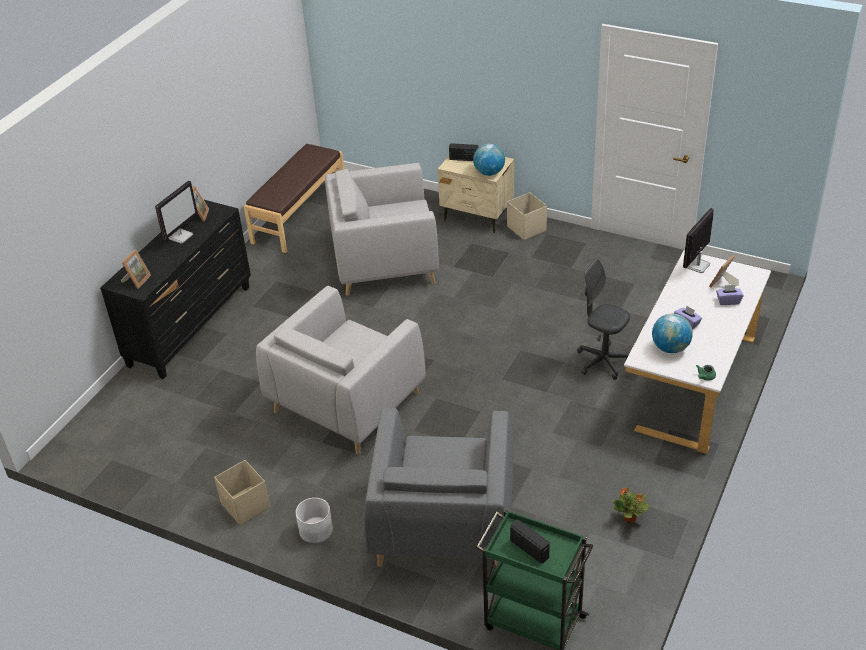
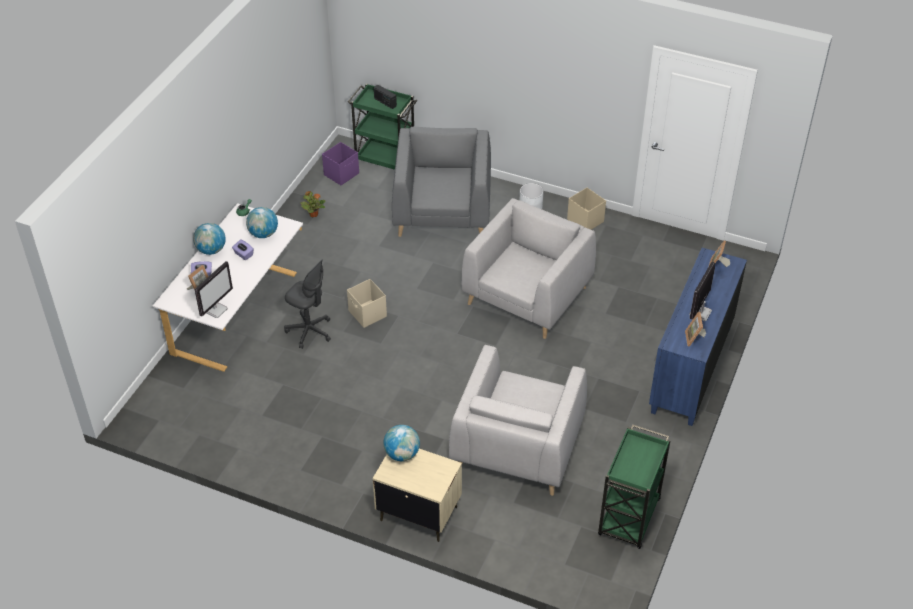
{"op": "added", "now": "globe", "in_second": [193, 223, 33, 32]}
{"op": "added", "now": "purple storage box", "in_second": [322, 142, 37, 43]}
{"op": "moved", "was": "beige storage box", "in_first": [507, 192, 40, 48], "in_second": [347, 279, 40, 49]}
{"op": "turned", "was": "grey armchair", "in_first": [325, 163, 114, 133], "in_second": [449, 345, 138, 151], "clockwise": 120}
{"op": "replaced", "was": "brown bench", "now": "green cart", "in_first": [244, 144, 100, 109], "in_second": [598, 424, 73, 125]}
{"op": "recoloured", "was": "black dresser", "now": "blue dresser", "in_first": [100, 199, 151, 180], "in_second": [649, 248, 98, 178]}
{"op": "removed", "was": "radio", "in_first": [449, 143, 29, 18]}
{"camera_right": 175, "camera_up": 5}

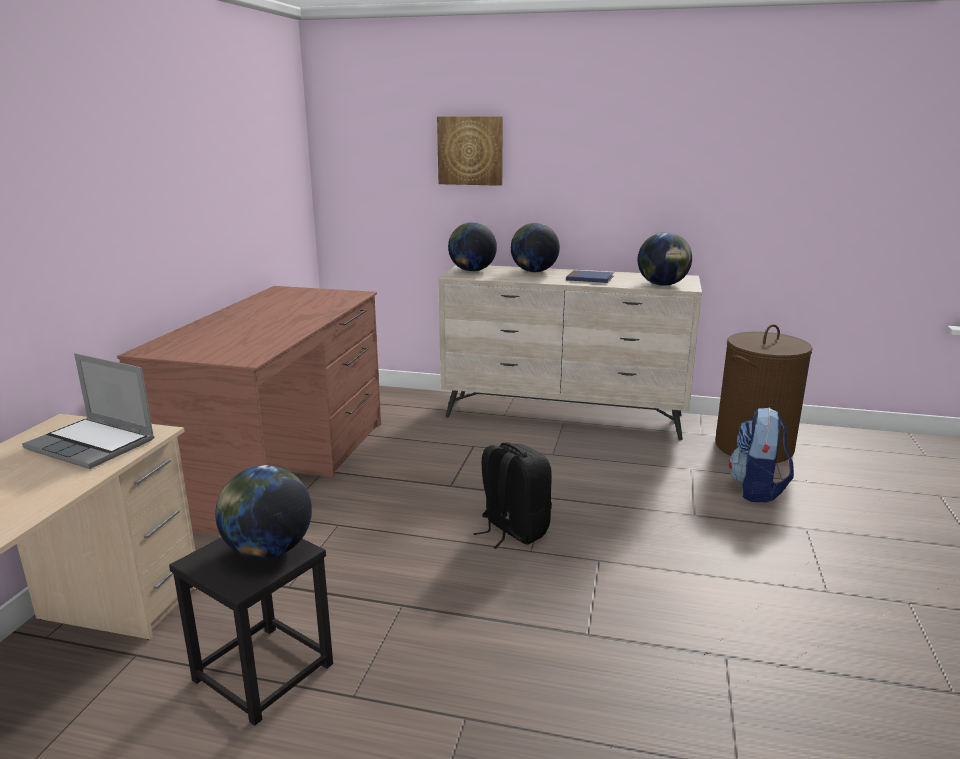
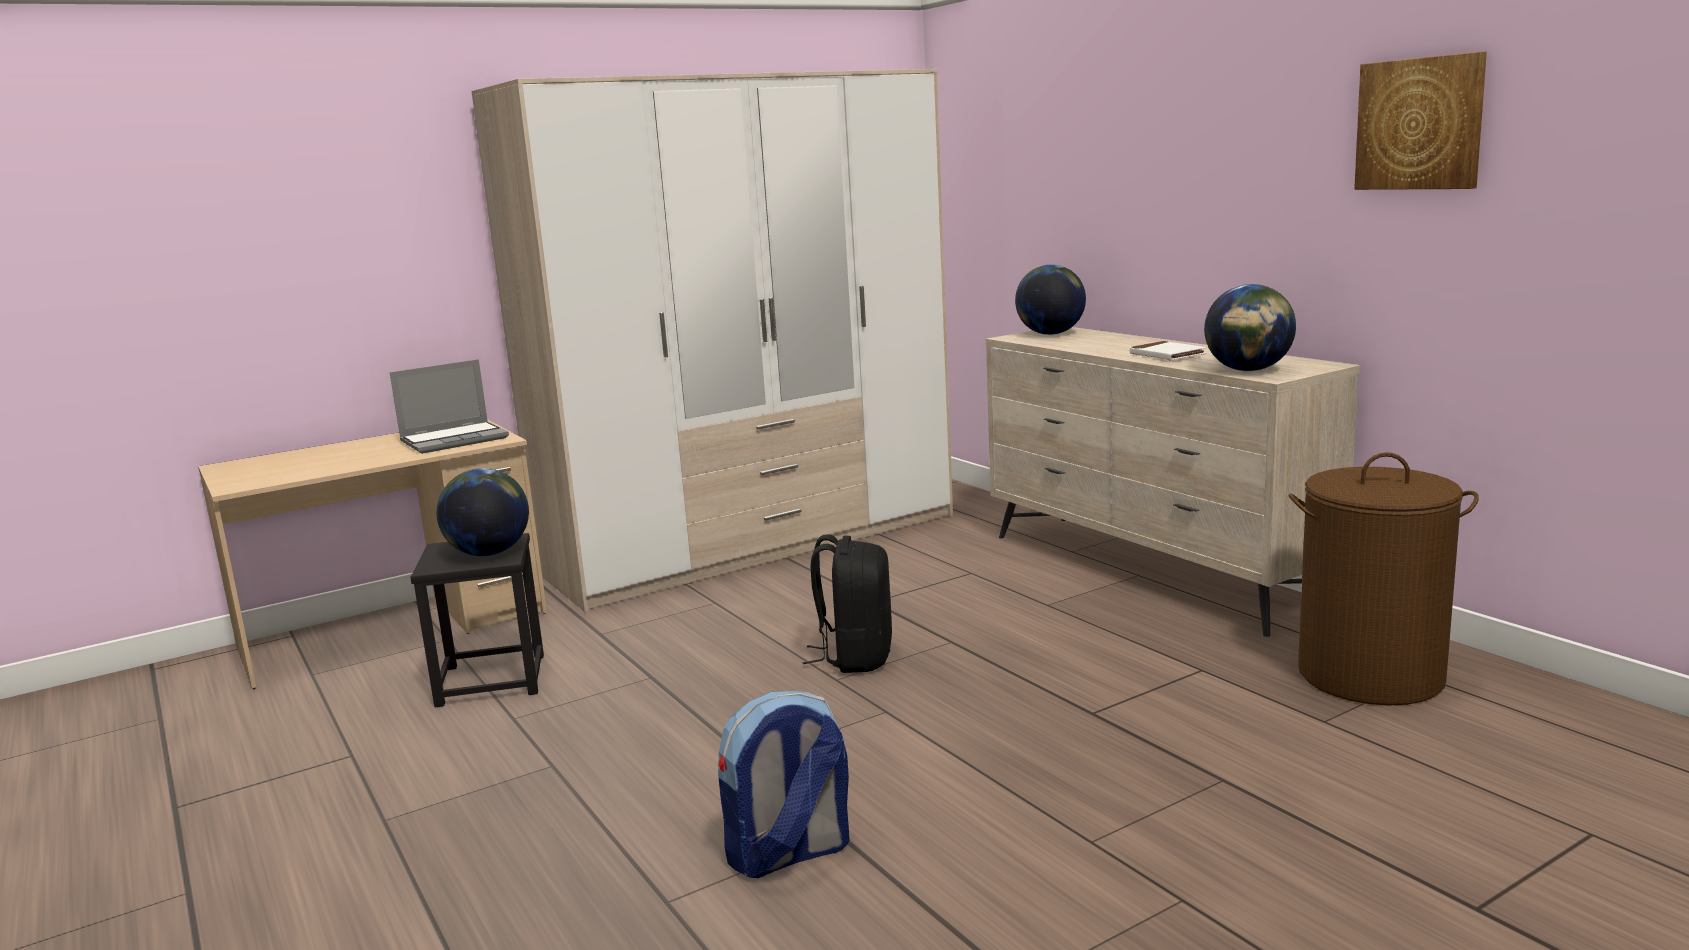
{"op": "turned", "was": "laptop", "in_first": [22, 353, 132, 116], "in_second": [389, 359, 120, 95], "clockwise": -105}
{"op": "replaced", "was": "brown desk", "now": "wardrobe", "in_first": [117, 286, 264, 249], "in_second": [471, 69, 482, 543]}
{"op": "moved", "was": "backpack", "in_first": [729, 408, 65, 95], "in_second": [718, 691, 132, 187]}
{"op": "recoloured", "was": "blue book", "now": "white book", "in_first": [566, 270, 48, 13], "in_second": [1130, 341, 76, 19]}
{"op": "moved", "was": "picture", "in_first": [437, 116, 66, 70], "in_second": [1354, 52, 133, 138]}
{"op": "removed", "was": "globe", "in_first": [511, 223, 49, 49]}
{"camera_right": 45, "camera_up": -5}

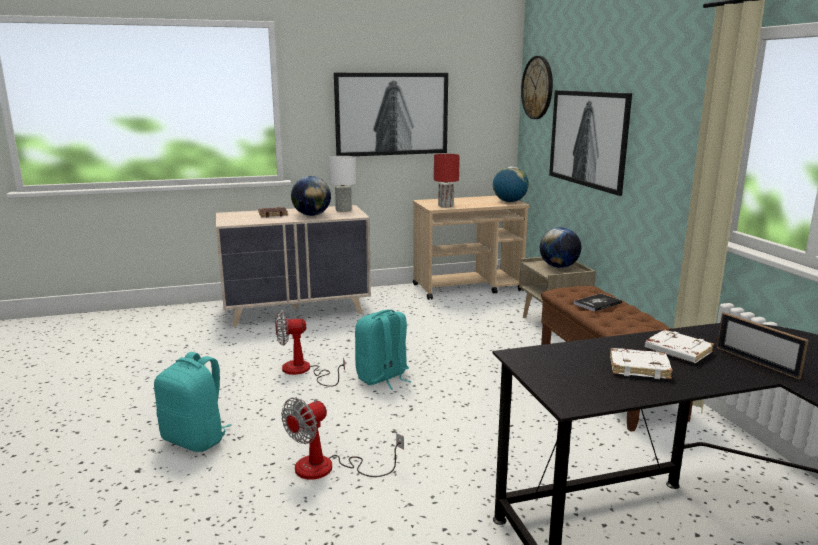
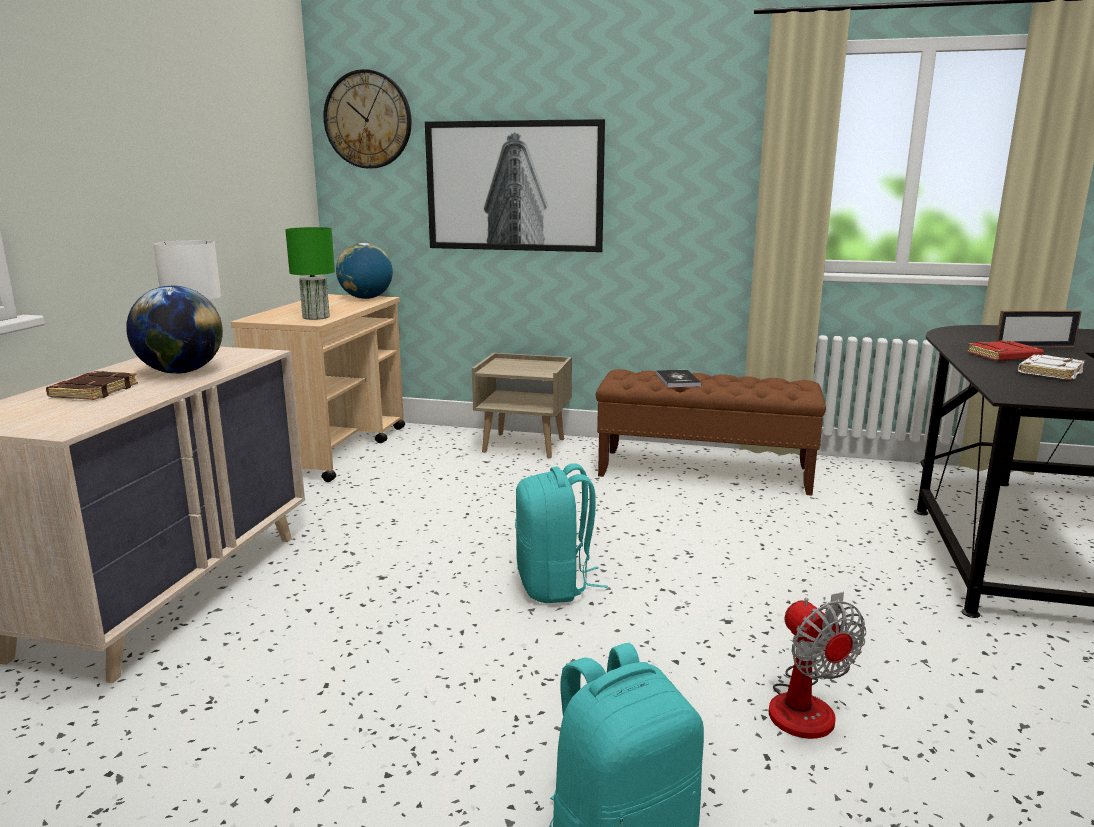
{"op": "recoloured", "was": "red table lamp", "now": "green table lamp", "in_first": [434, 154, 26, 54], "in_second": [285, 227, 50, 93]}
{"op": "recoloured", "was": "white book", "now": "red book", "in_first": [645, 330, 69, 33], "in_second": [967, 340, 77, 21]}
{"op": "removed", "was": "fan", "in_first": [275, 310, 70, 77]}
{"op": "removed", "was": "picture", "in_first": [334, 73, 114, 83]}
{"op": "removed", "was": "globe", "in_first": [540, 227, 41, 41]}
{"camera_right": -60, "camera_up": 0}

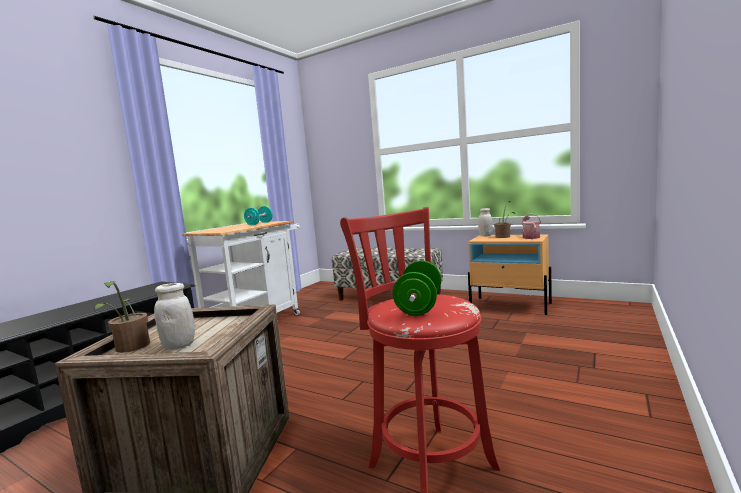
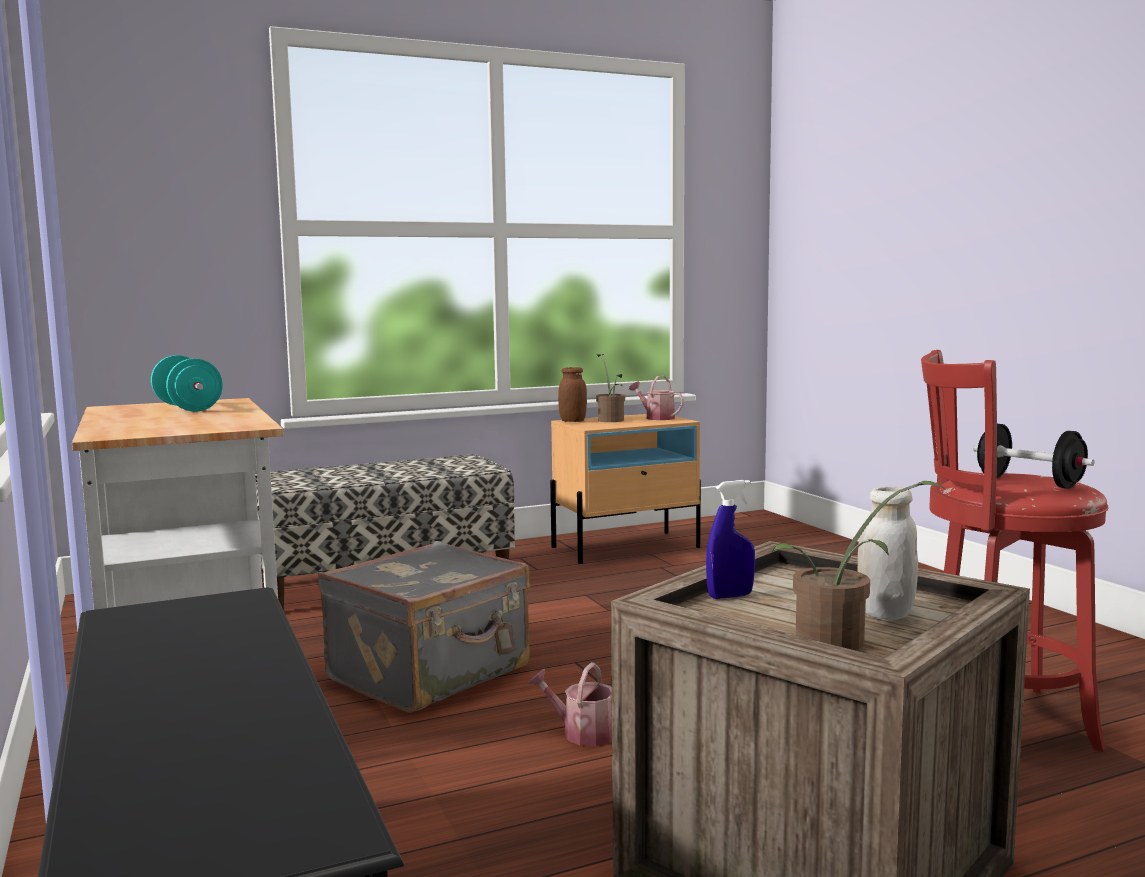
{"op": "added", "now": "grey suitcase", "in_second": [318, 541, 212, 172]}
{"op": "added", "now": "watering can", "in_second": [527, 662, 85, 84]}
{"op": "recoloured", "was": "white jar", "now": "brown jar", "in_first": [478, 208, 15, 28], "in_second": [558, 367, 29, 55]}
{"op": "added", "now": "blue spray bottle", "in_second": [706, 480, 49, 119]}
{"op": "recoloured", "was": "green dumbbell", "now": "black dumbbell", "in_first": [393, 260, 48, 56], "in_second": [973, 424, 121, 65]}
{"camera_right": -55, "camera_up": 0}

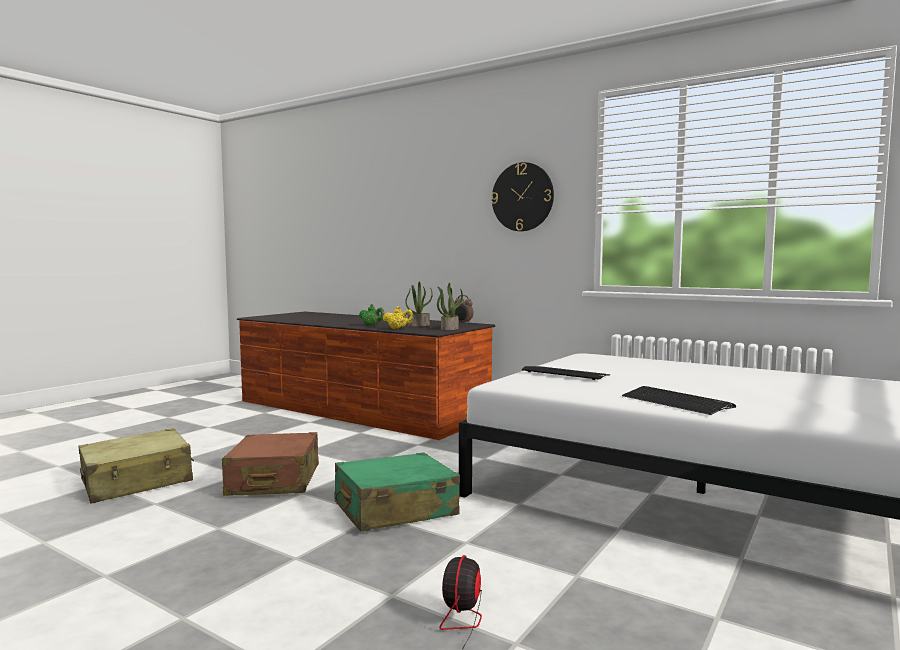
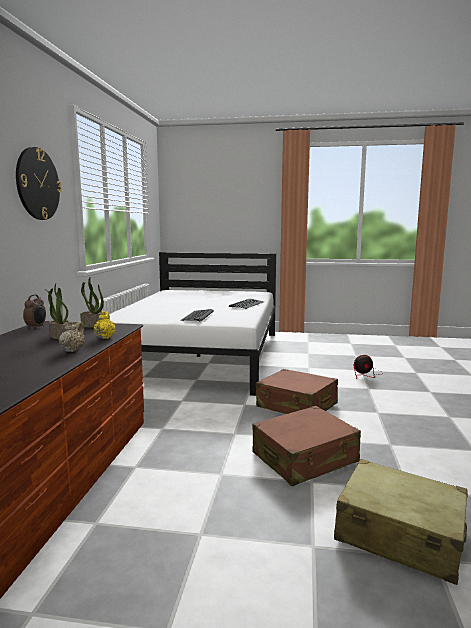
{"op": "recoloured", "was": "green teapot", "now": "beige teapot", "in_first": [359, 304, 25, 22], "in_second": [59, 320, 26, 32]}
{"op": "recoloured", "was": "green suitcase", "now": "brown suitcase", "in_first": [334, 453, 126, 79], "in_second": [256, 369, 82, 45]}
{"camera_right": -115, "camera_up": 5}

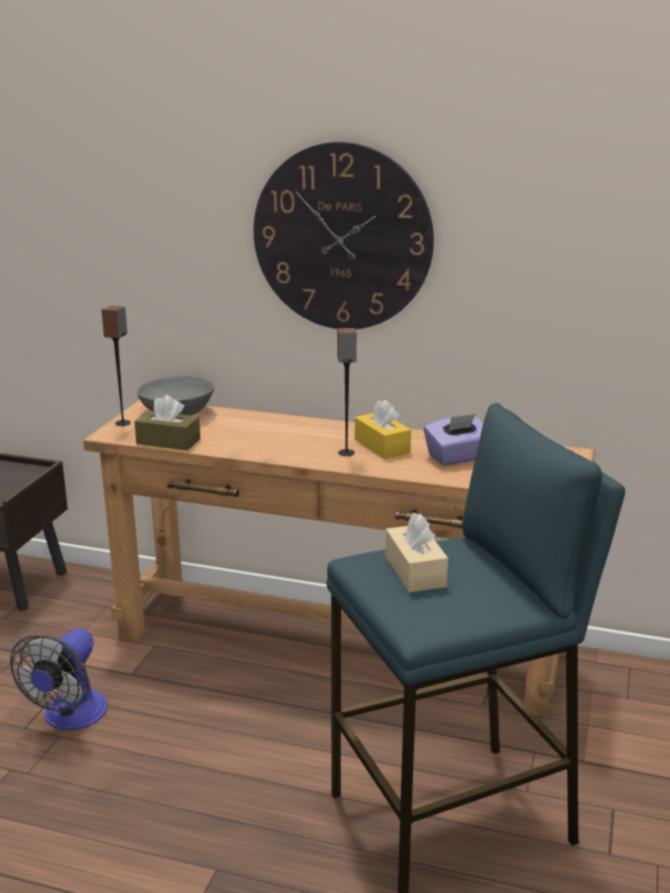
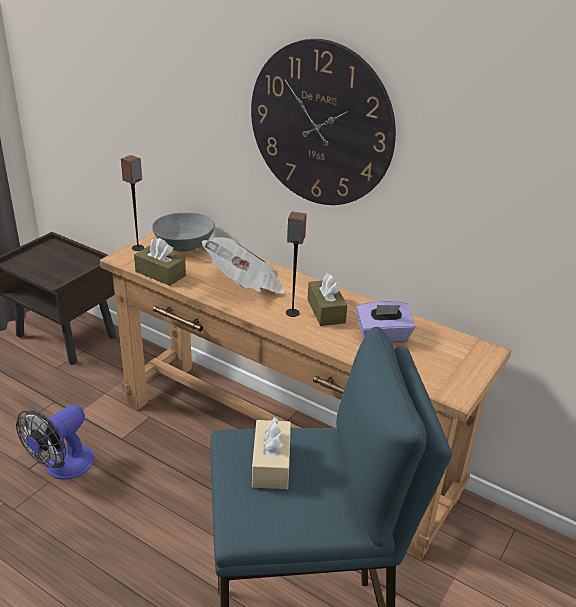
{"op": "added", "now": "newspaper", "in_second": [202, 237, 83, 57]}
{"op": "recoloured", "was": "yellow tissue box", "now": "brown tissue box", "in_first": [355, 400, 56, 59], "in_second": [307, 273, 40, 53]}
{"camera_right": 15, "camera_up": 10}

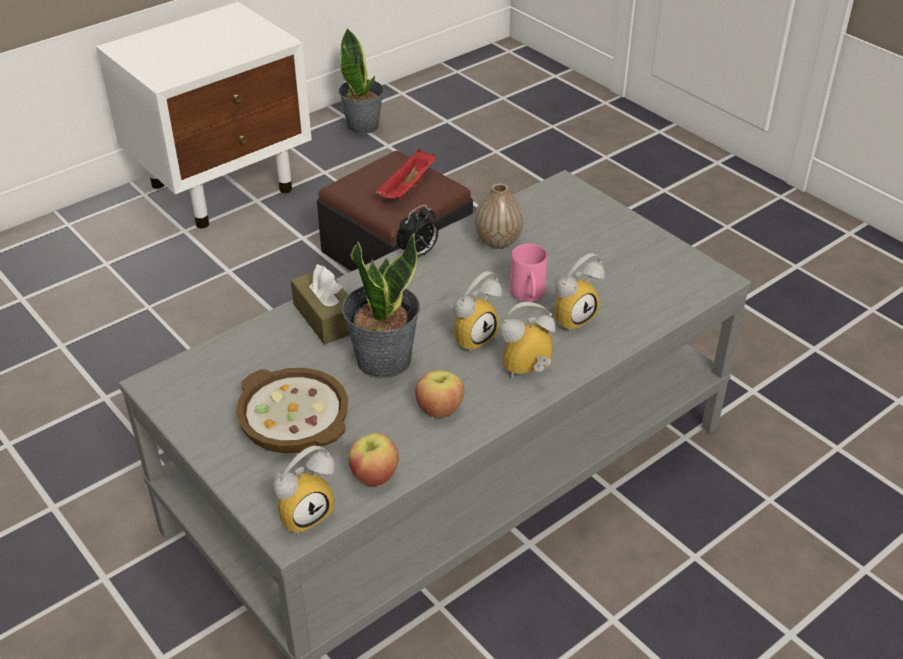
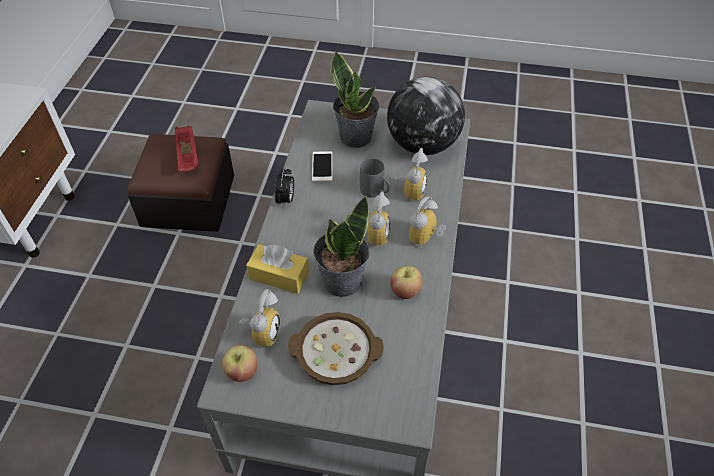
{"op": "moved", "was": "apple", "in_first": [348, 433, 51, 53], "in_second": [222, 345, 36, 37]}
{"op": "moved", "was": "alarm clock", "in_first": [273, 445, 62, 90], "in_second": [239, 289, 41, 58]}
{"op": "recoloured", "was": "brown tissue box", "now": "yellow tissue box", "in_first": [291, 264, 59, 80], "in_second": [246, 244, 63, 50]}
{"op": "replaced", "was": "vase", "now": "phone", "in_first": [474, 183, 49, 66], "in_second": [312, 151, 20, 30]}
{"op": "moved", "was": "potted plant", "in_first": [338, 27, 46, 107], "in_second": [330, 51, 49, 97]}
{"op": "recoloured", "was": "pink mug", "now": "grey mug", "in_first": [510, 244, 37, 58], "in_second": [360, 158, 30, 40]}
{"op": "added", "now": "globe", "in_second": [387, 76, 78, 79]}
{"camera_right": -40, "camera_up": 10}

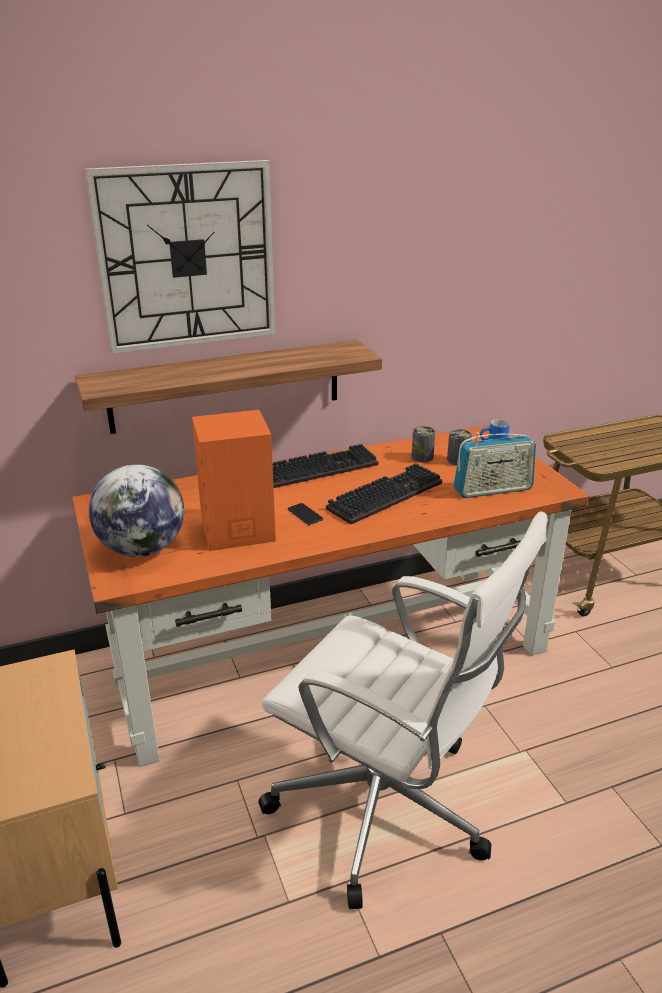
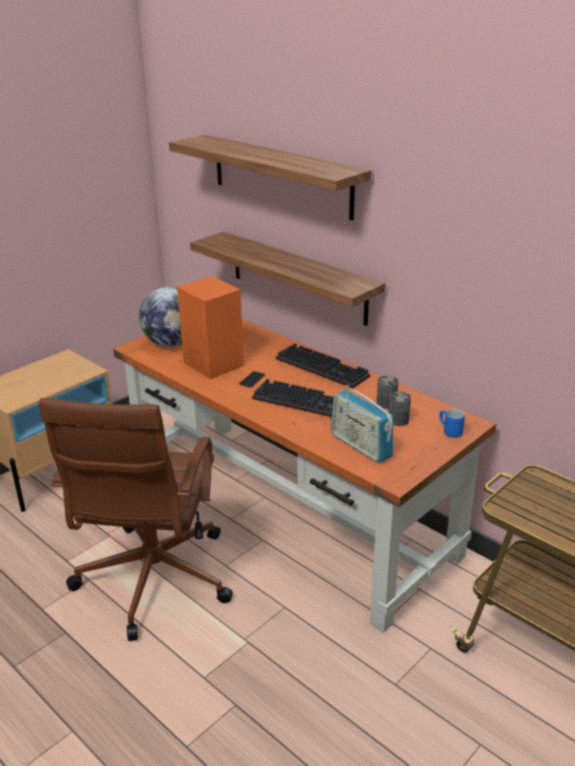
{"op": "recoloured", "was": "white office chair", "now": "brown office chair", "in_first": [258, 512, 289, 397], "in_second": [39, 398, 194, 243]}
{"op": "replaced", "was": "wall clock", "now": "shelf", "in_first": [85, 160, 191, 194], "in_second": [169, 134, 203, 87]}
{"camera_right": 65, "camera_up": 0}

